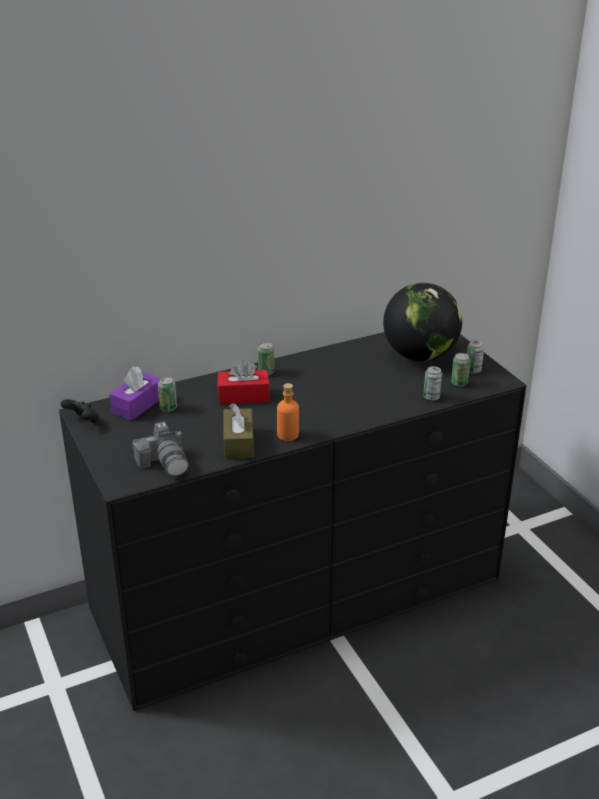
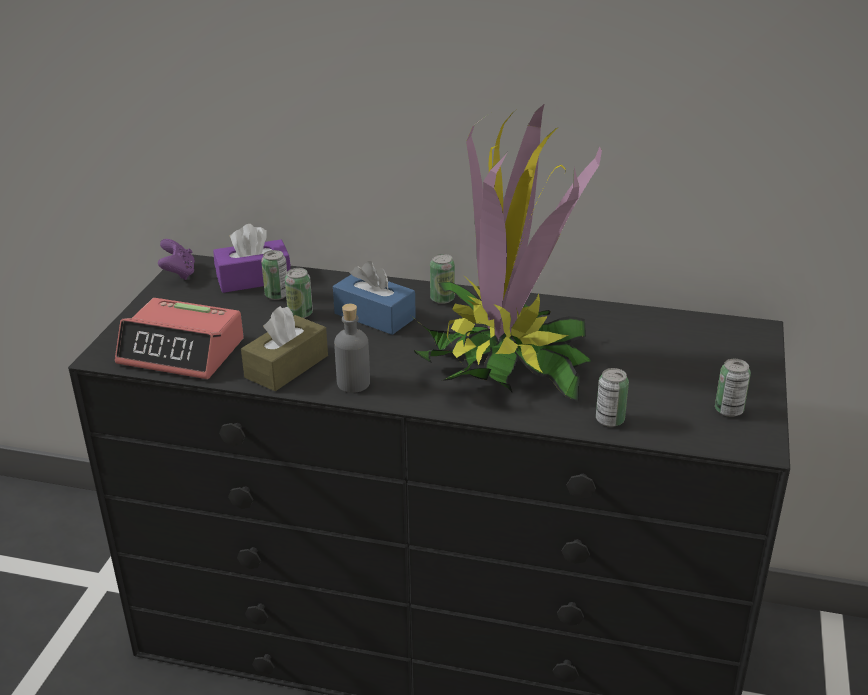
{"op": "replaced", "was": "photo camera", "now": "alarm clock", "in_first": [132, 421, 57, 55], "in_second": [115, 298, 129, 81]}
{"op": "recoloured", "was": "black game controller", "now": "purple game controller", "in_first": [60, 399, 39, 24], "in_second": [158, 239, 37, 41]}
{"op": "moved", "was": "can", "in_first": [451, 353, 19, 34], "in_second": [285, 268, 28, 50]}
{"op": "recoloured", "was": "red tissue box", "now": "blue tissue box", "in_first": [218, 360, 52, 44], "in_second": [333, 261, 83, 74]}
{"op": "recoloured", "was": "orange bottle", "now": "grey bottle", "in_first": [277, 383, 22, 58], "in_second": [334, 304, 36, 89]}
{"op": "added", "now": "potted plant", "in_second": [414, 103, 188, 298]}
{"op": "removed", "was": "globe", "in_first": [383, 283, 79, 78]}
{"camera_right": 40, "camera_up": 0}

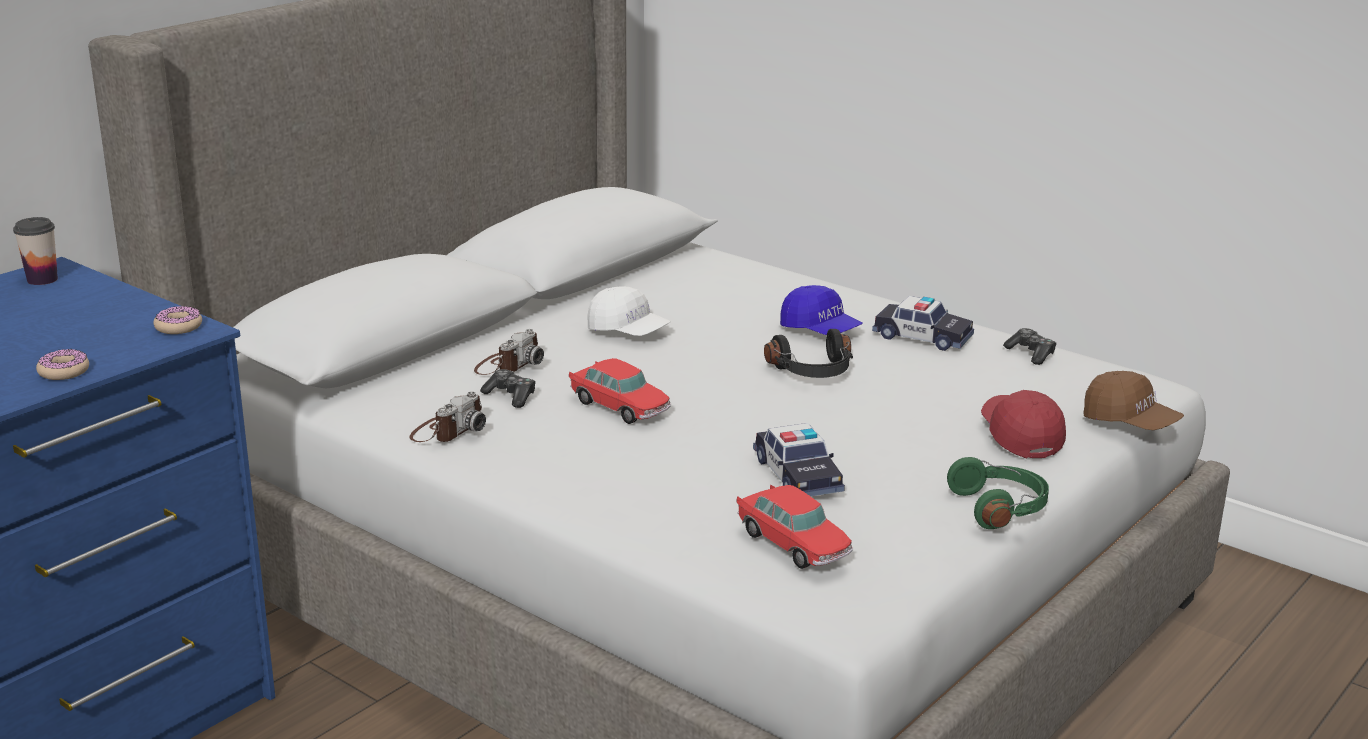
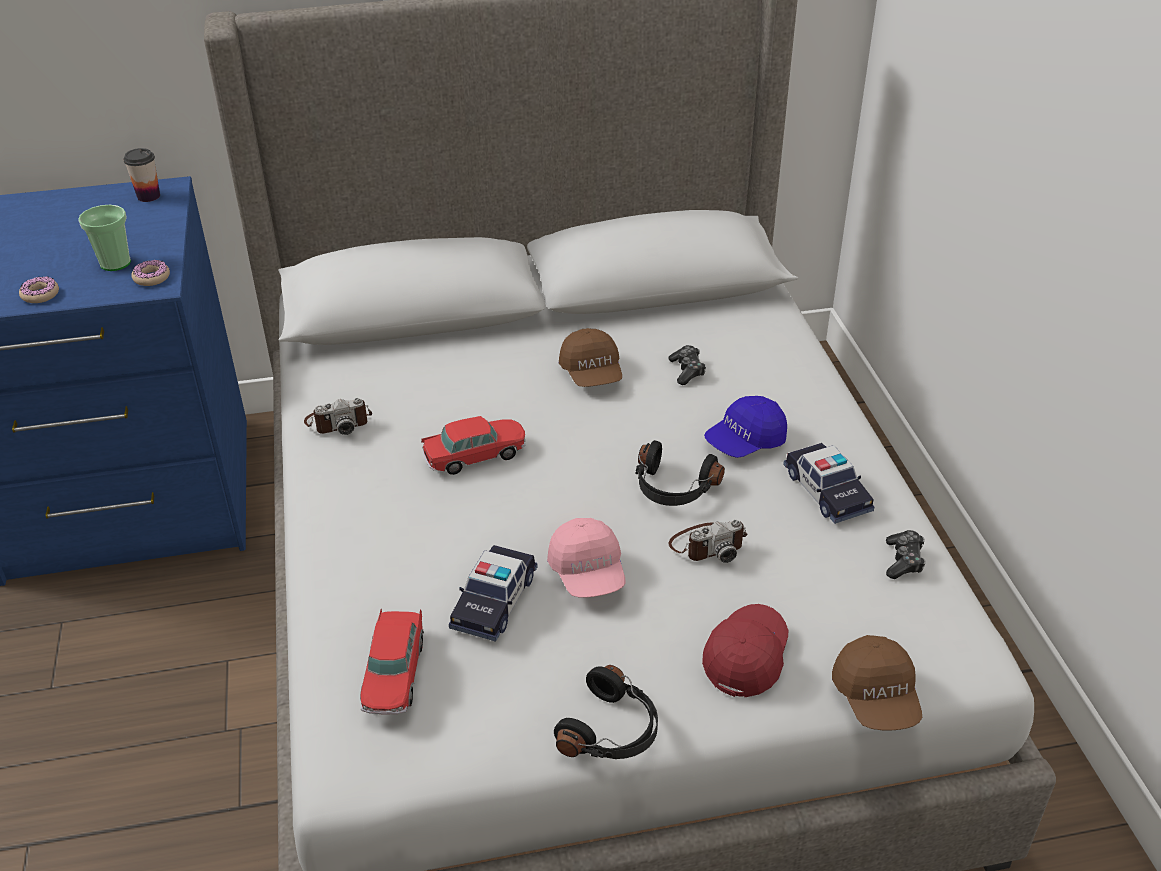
{"op": "added", "now": "cup", "in_second": [78, 205, 53, 66]}
{"op": "turned", "was": "toy car", "in_first": [569, 358, 102, 66], "in_second": [421, 416, 104, 59], "clockwise": -105}
{"op": "added", "now": "pink cap", "in_second": [547, 518, 78, 80]}
{"op": "recoloured", "was": "green headphones", "now": "black headphones", "in_first": [947, 457, 102, 72], "in_second": [554, 665, 104, 94]}
{"op": "recoloured", "was": "white cap", "now": "brown cap", "in_first": [588, 286, 83, 50], "in_second": [559, 328, 63, 59]}
{"op": "moved", "was": "game controller", "in_first": [480, 369, 56, 39], "in_second": [668, 345, 38, 40]}
{"op": "moved", "was": "photo camera", "in_first": [474, 329, 70, 46], "in_second": [669, 520, 78, 43]}
{"op": "turned", "was": "blue cap", "in_first": [780, 285, 83, 50], "in_second": [704, 396, 83, 62], "clockwise": 60}
{"camera_right": 40, "camera_up": 15}

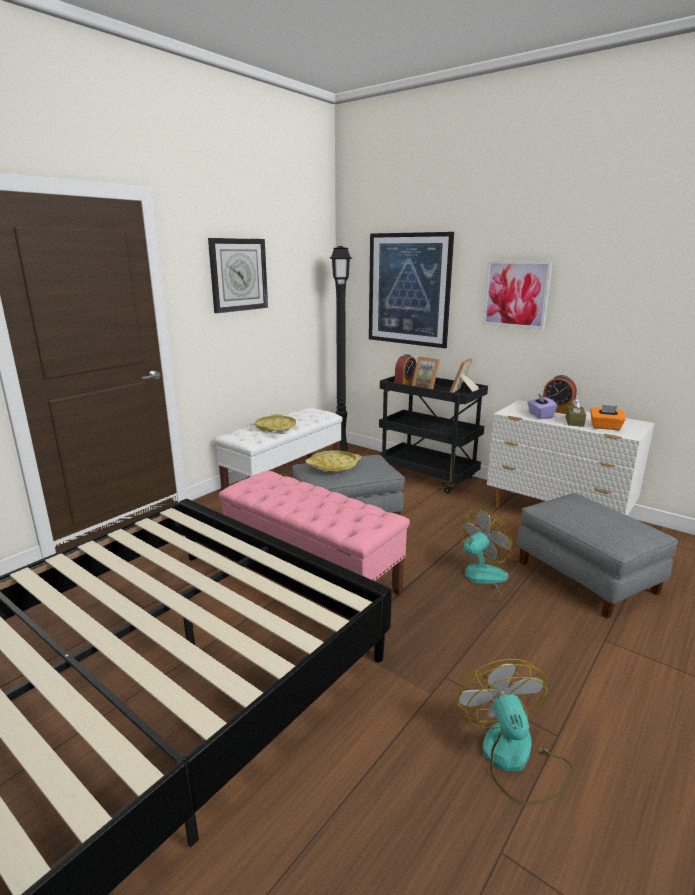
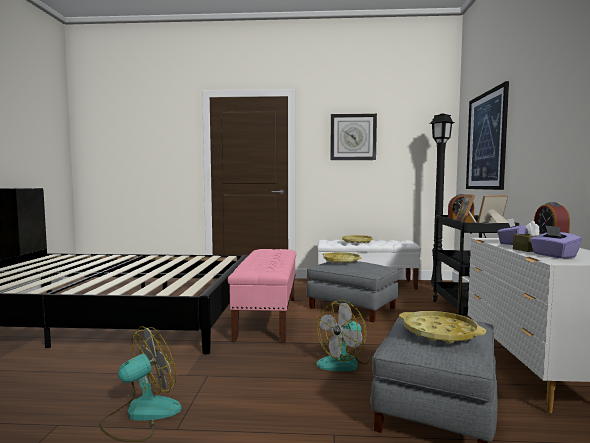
{"op": "turned", "was": "fan", "in_first": [451, 510, 61, 90], "in_second": [316, 300, 54, 72], "clockwise": 120}
{"op": "added", "now": "yellow tray", "in_second": [399, 311, 88, 33]}
{"op": "recoloured", "was": "orange tissue box", "now": "purple tissue box", "in_first": [590, 405, 36, 25], "in_second": [530, 225, 52, 34]}
{"op": "removed", "was": "picture", "in_first": [483, 261, 69, 69]}
{"camera_right": 55, "camera_up": -15}

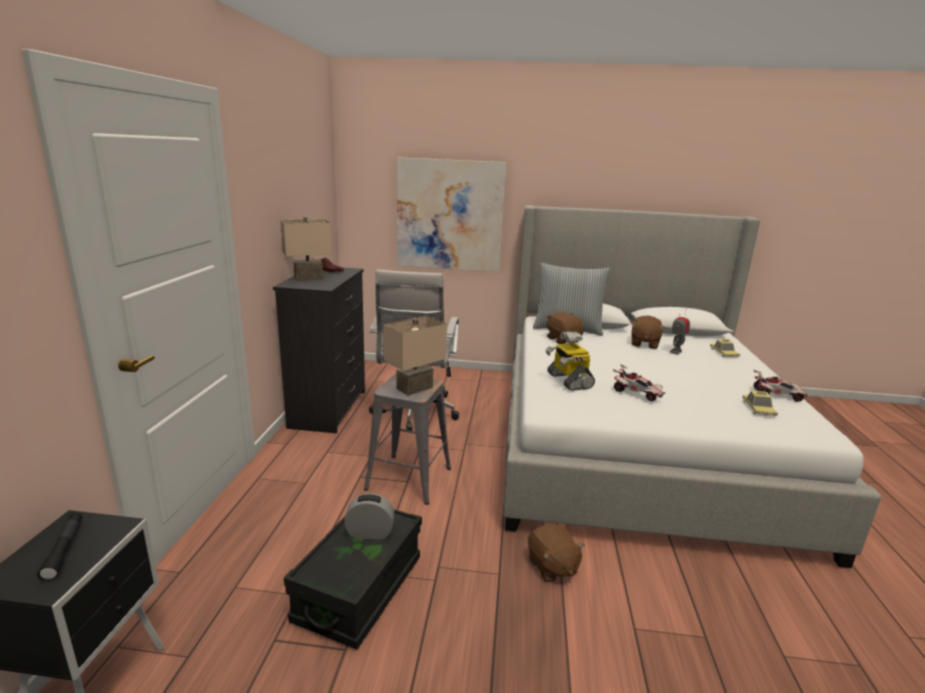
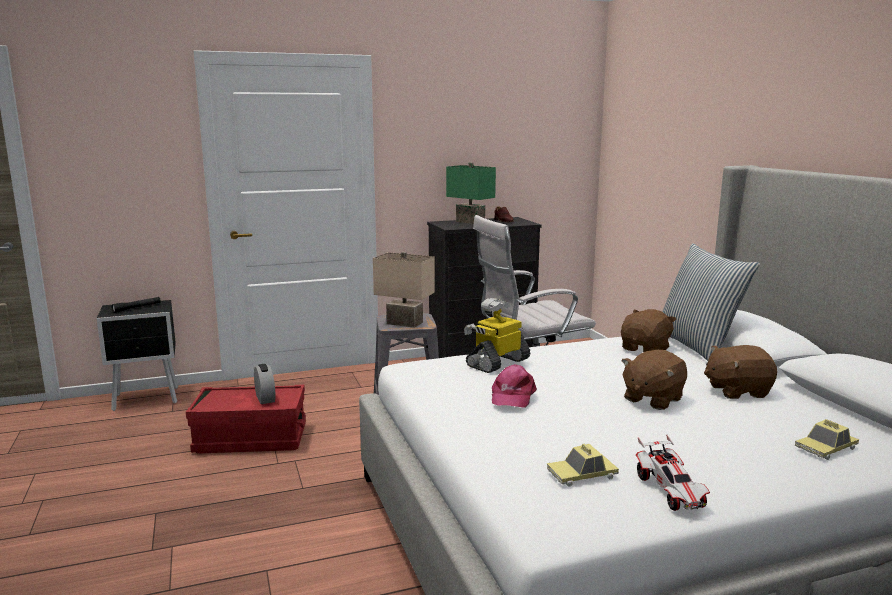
{"op": "recoloured", "was": "black storage box", "now": "red storage box", "in_first": [284, 509, 138, 141], "in_second": [186, 385, 120, 68]}
{"op": "recoloured", "was": "beige table lamp", "now": "green table lamp", "in_first": [281, 217, 51, 64], "in_second": [446, 163, 50, 61]}
{"op": "replaced", "was": "toy car", "now": "pink cap", "in_first": [613, 364, 52, 37], "in_second": [492, 364, 45, 44]}
{"op": "moved", "was": "brown plush toy", "in_first": [528, 524, 57, 58], "in_second": [621, 350, 66, 60]}
{"op": "removed", "was": "picture", "in_first": [397, 157, 110, 115]}
{"op": "removed", "was": "toy robot", "in_first": [669, 308, 21, 47]}
{"camera_right": 65, "camera_up": -5}

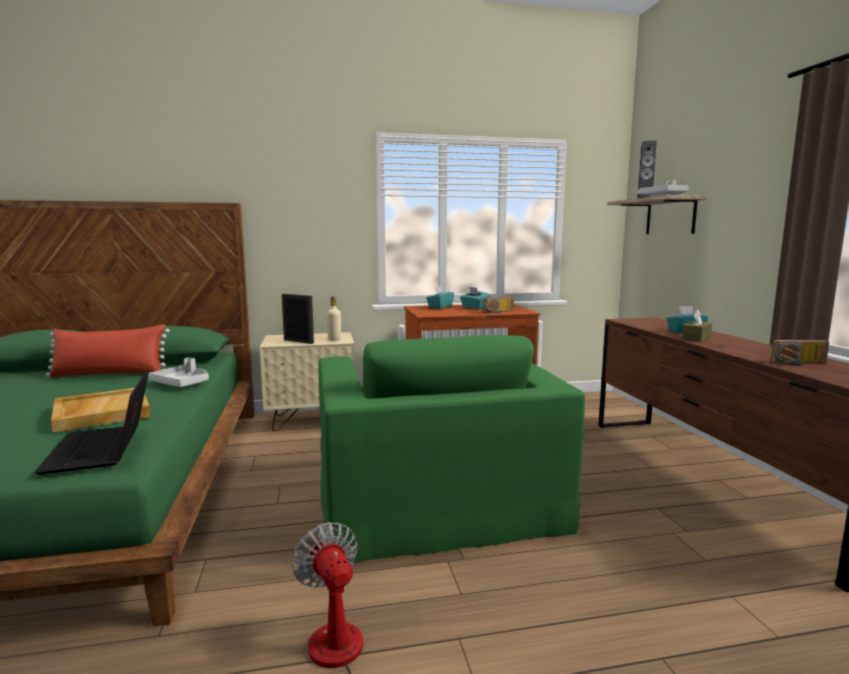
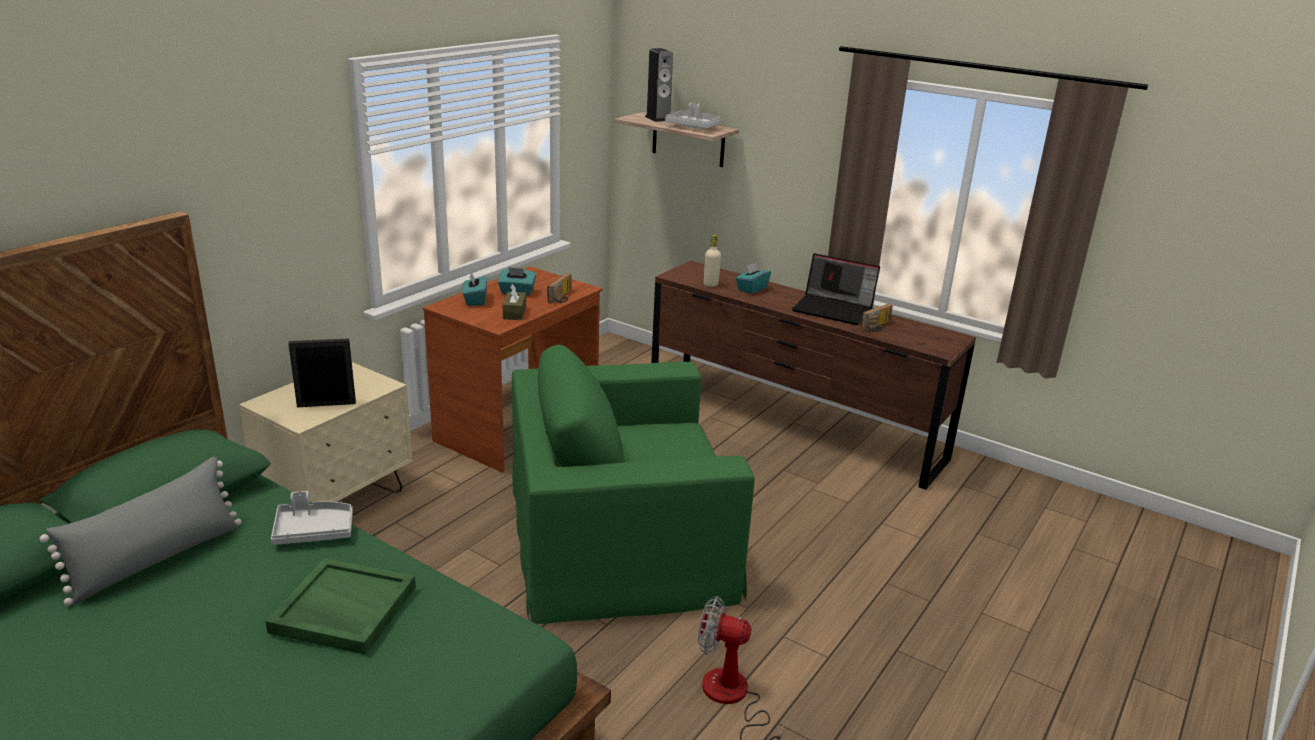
{"op": "recoloured", "was": "red pillow", "now": "grey pillow", "in_first": [46, 324, 124, 54], "in_second": [40, 457, 202, 149]}
{"op": "recoloured", "was": "beige tray", "now": "green tray", "in_first": [51, 388, 100, 45], "in_second": [265, 558, 151, 97]}
{"op": "moved", "was": "brown tissue box", "in_first": [682, 310, 30, 32], "in_second": [503, 284, 23, 36]}
{"op": "turned", "was": "green armchair", "in_first": [319, 335, 266, 228], "in_second": [512, 345, 243, 279], "clockwise": 135}
{"op": "moved", "was": "beige bottle", "in_first": [327, 297, 14, 44], "in_second": [704, 235, 17, 52]}
{"op": "moved", "was": "laptop", "in_first": [35, 369, 114, 106], "in_second": [792, 253, 88, 72]}
{"camera_right": -45, "camera_up": 15}

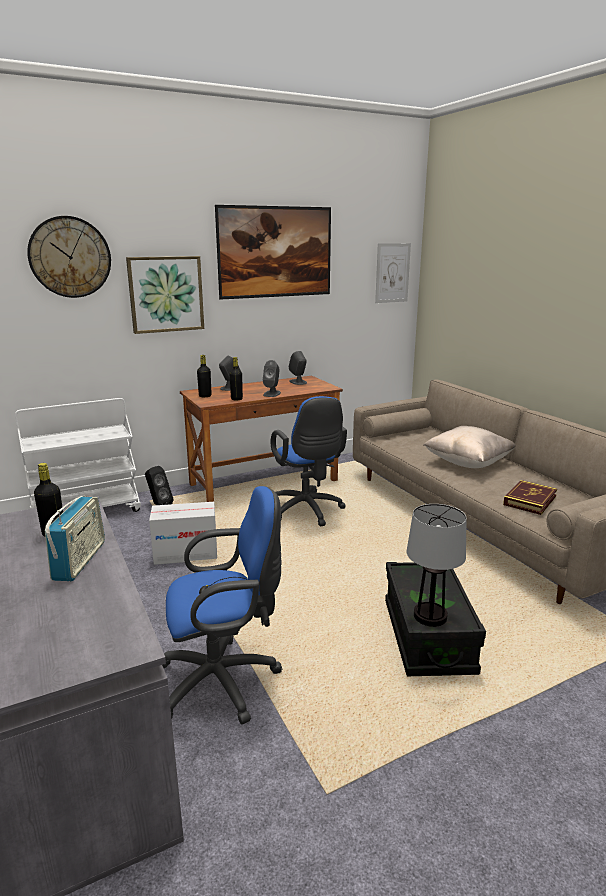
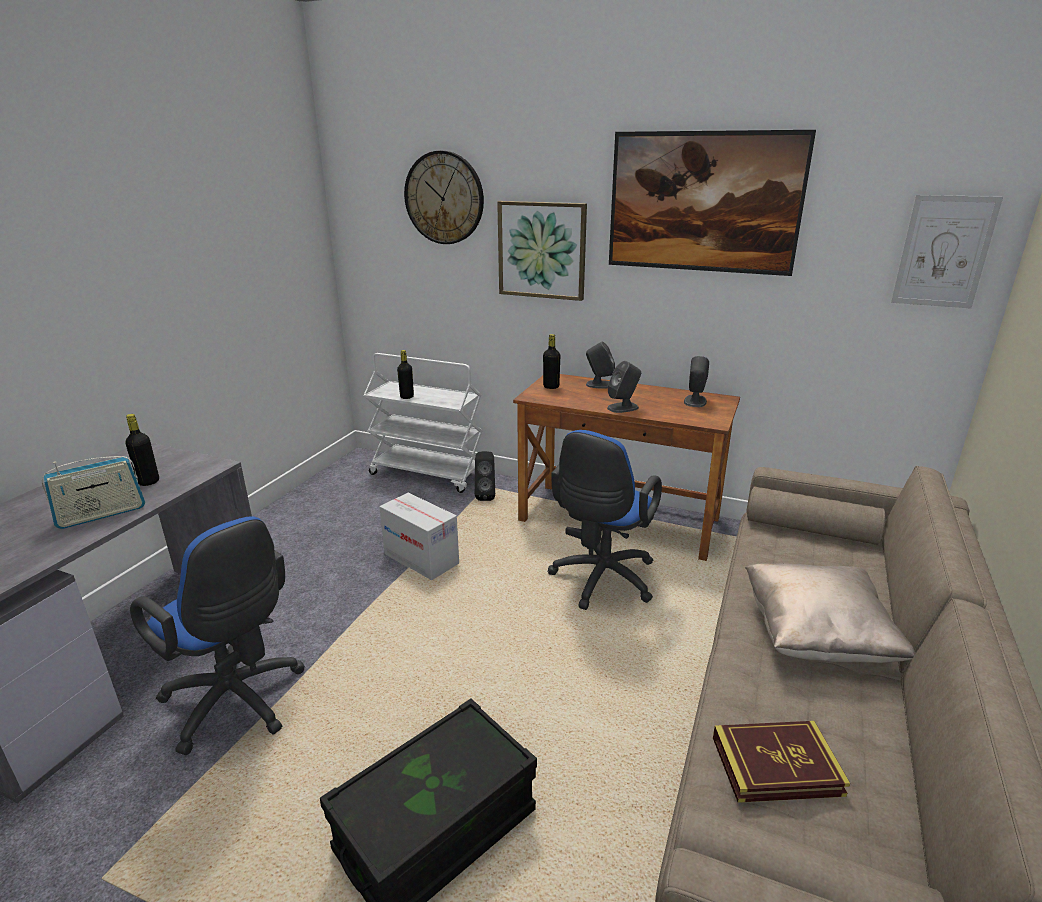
{"op": "moved", "was": "black bottle", "in_first": [230, 357, 13, 44], "in_second": [397, 350, 17, 49]}
{"op": "removed", "was": "table lamp", "in_first": [407, 504, 59, 123]}
{"camera_right": 50, "camera_up": 5}

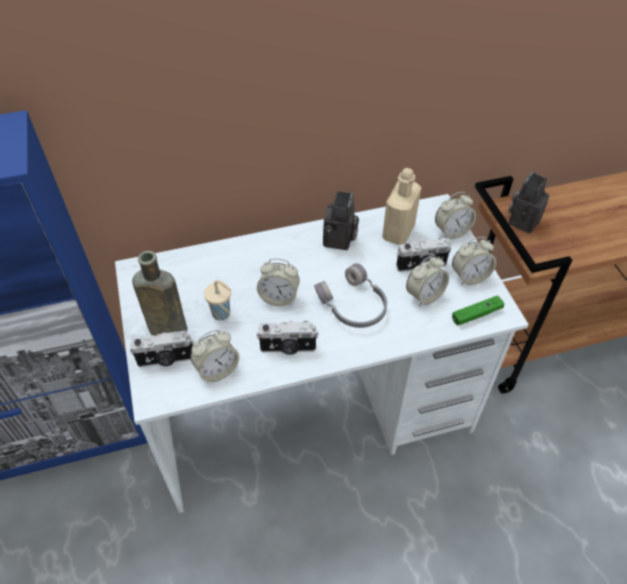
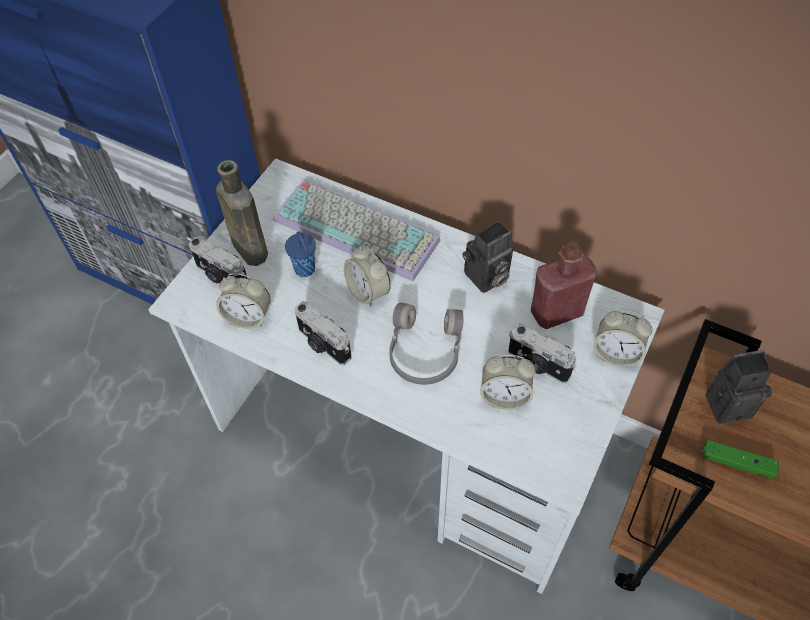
{"op": "added", "now": "keyboard", "in_second": [273, 180, 167, 101]}
{"op": "recoloured", "was": "beige cup", "now": "blue cup", "in_first": [204, 280, 28, 41], "in_second": [285, 231, 31, 46]}
{"op": "recoloured", "was": "beige bottle", "now": "red bottle", "in_first": [382, 168, 39, 77], "in_second": [531, 241, 66, 88]}
{"op": "moved", "was": "green game controller", "in_first": [452, 295, 52, 31], "in_second": [702, 440, 77, 39]}
{"op": "removed", "was": "alarm clock", "in_first": [452, 237, 44, 48]}
{"camera_right": 45, "camera_up": 5}

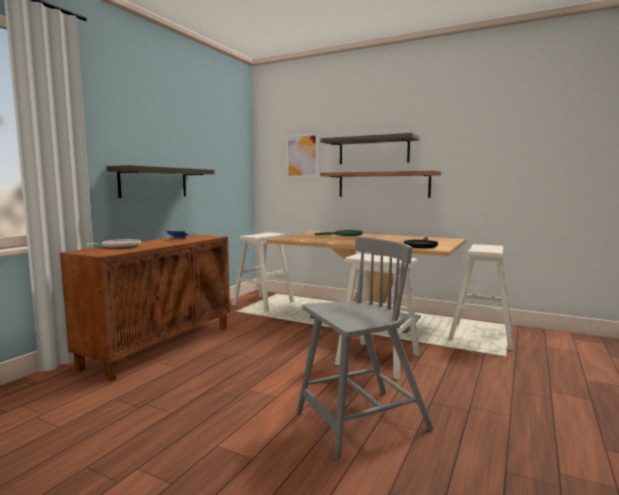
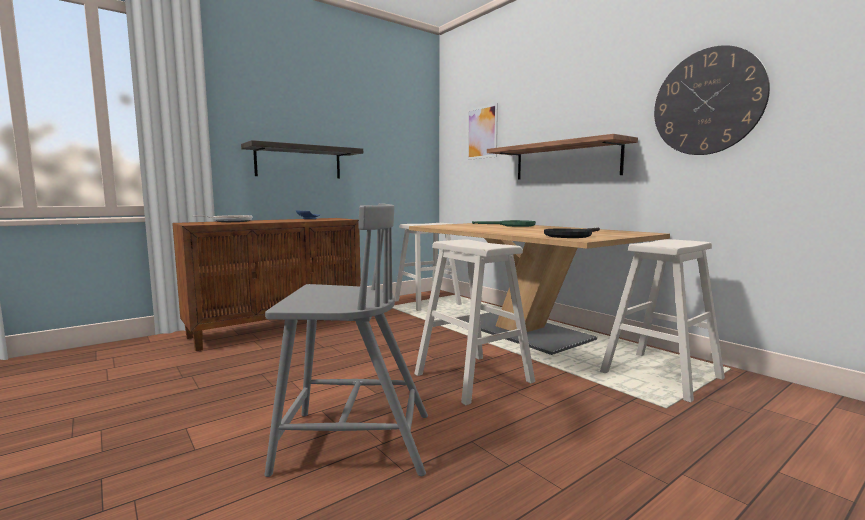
{"op": "added", "now": "wall clock", "in_second": [654, 45, 116, 110]}
{"op": "removed", "was": "shelf", "in_first": [321, 133, 99, 31]}
{"camera_right": 25, "camera_up": 0}

